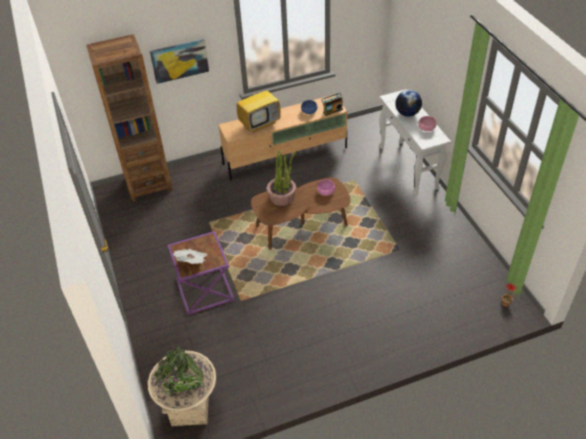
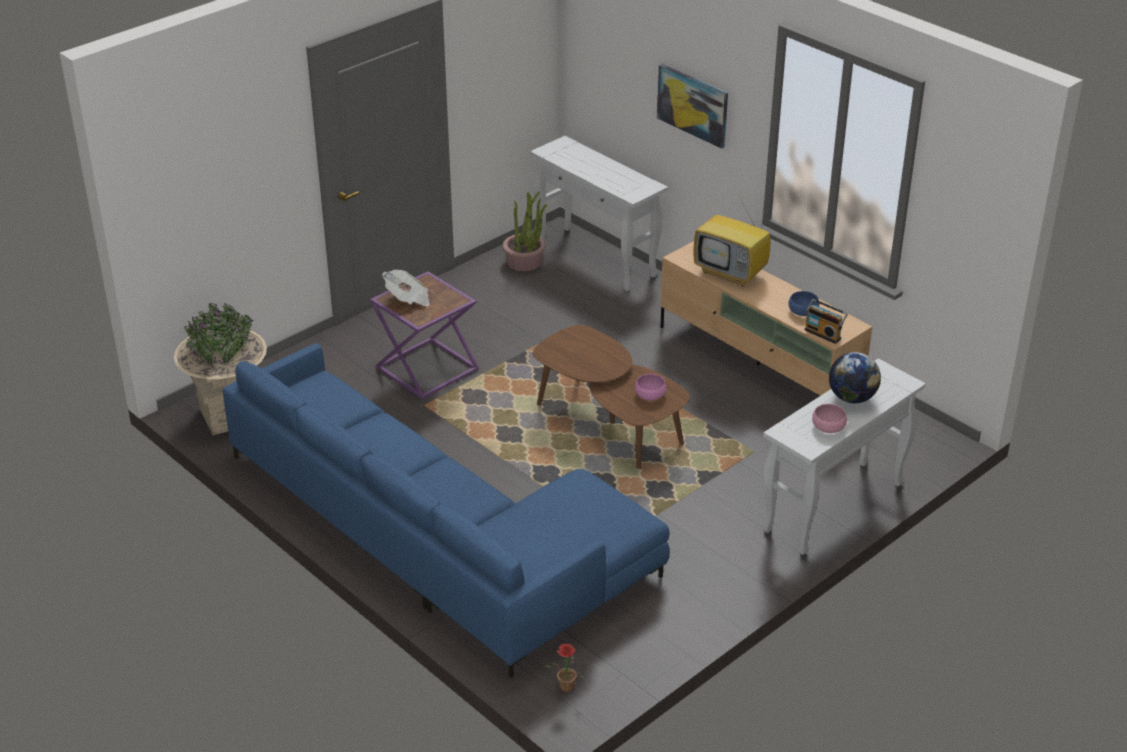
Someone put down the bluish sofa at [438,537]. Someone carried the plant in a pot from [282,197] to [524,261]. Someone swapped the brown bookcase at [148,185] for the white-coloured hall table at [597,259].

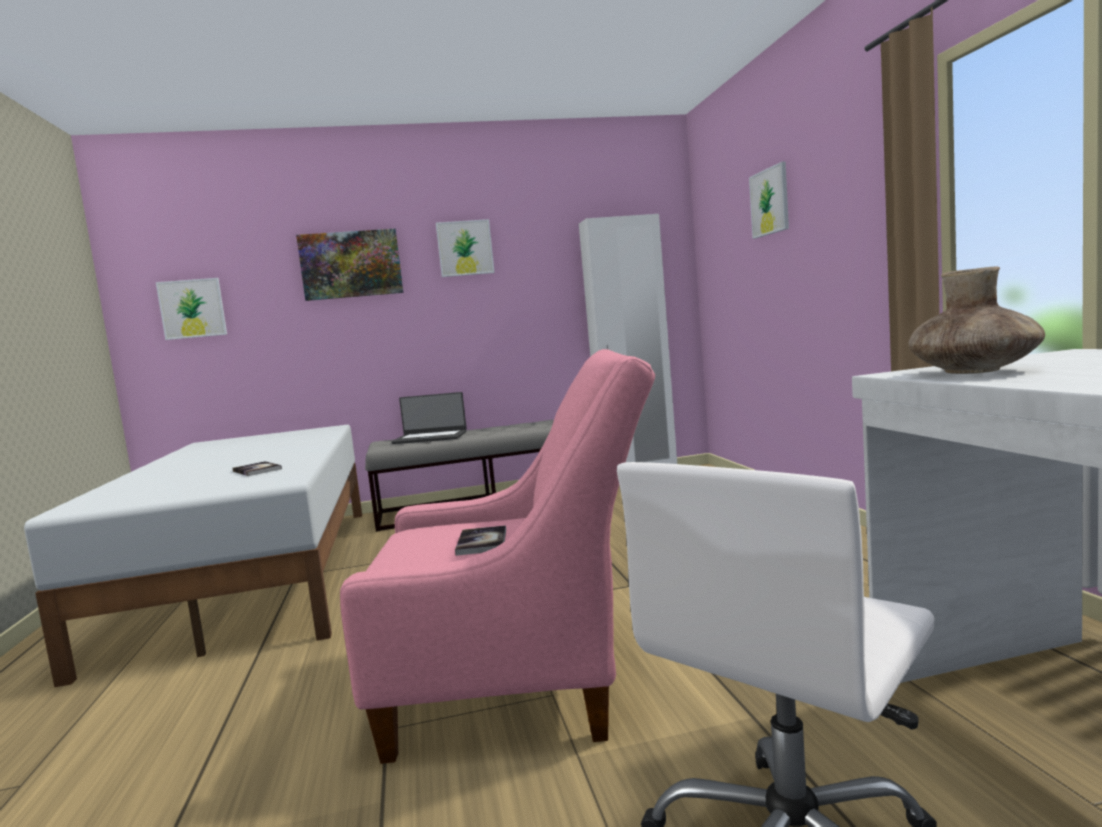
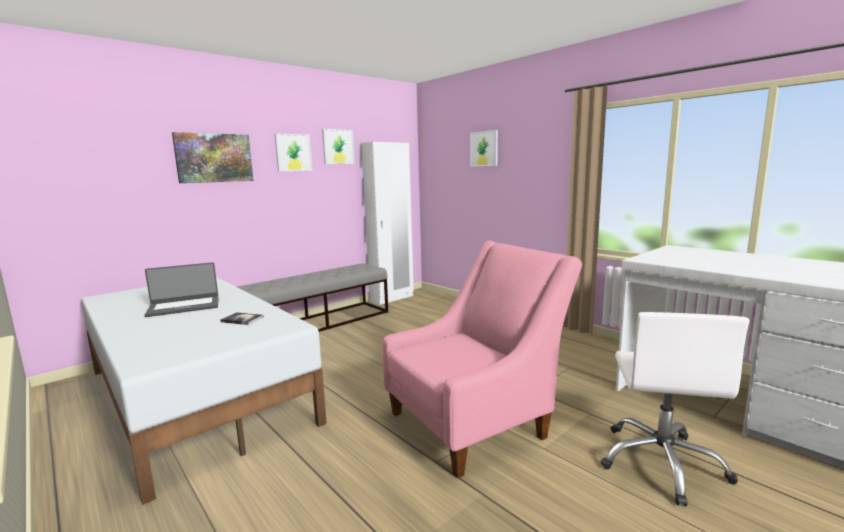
Someone carried the portable computer from [430,437] to [184,306]. Someone carried the picture from [192,308] to [338,146]. Someone took away the volume at [482,542]. Someone took away the brown flower vase at [974,372].

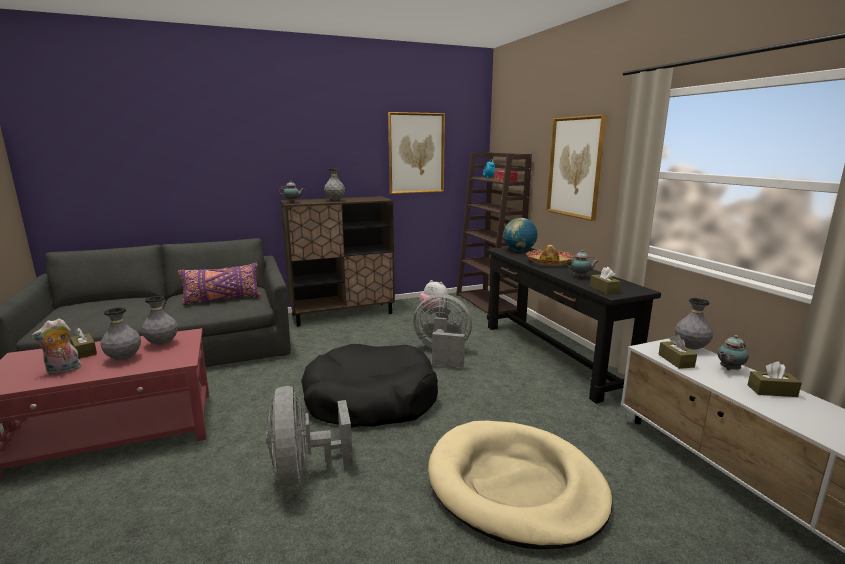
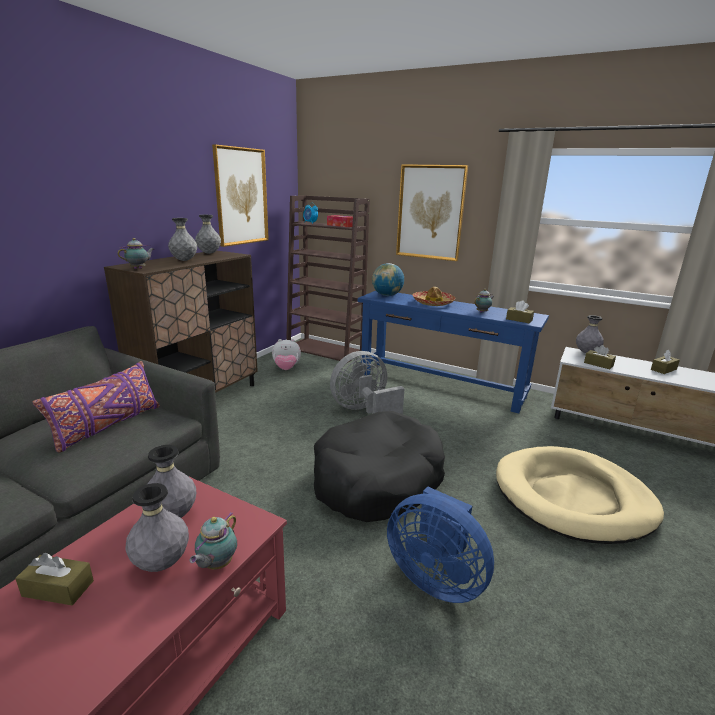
Someone carried the pot for tea from [728,369] to [216,565]. Someone put down the gray flower vase at [209,253]. Someone repainted the black hall table at [552,355], which became the bluish hall table at [440,385]. Someone repainted the gray fan at [304,471], which became the bluish fan at [435,578]. Someone took away the plush toy at [63,371].

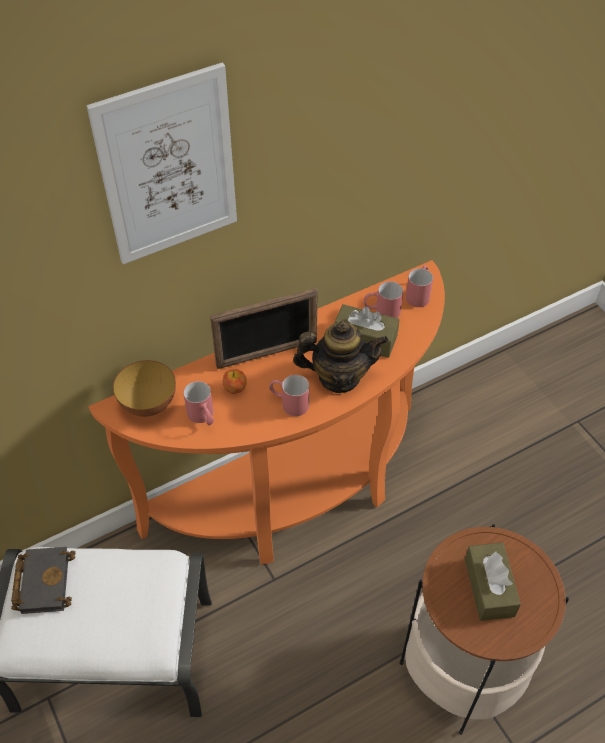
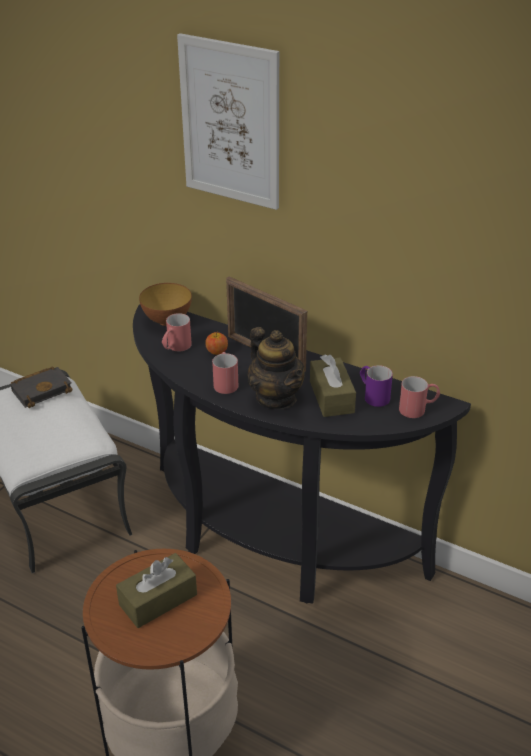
Someone repainted the orangey hall table at [298,495], which became the black hall table at [270,542]. Someone repainted the red tea mug at [381,312], which became the purple-coloured tea mug at [373,395].

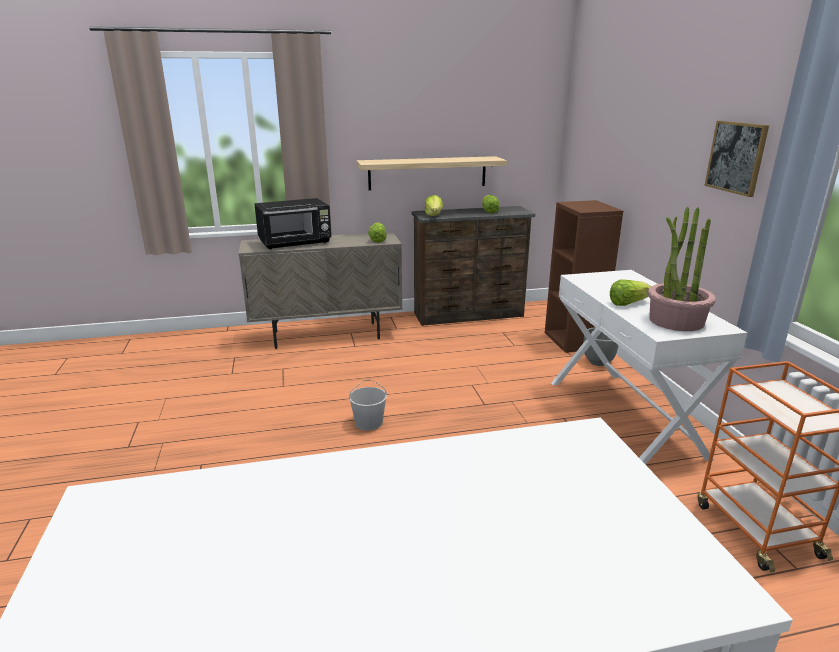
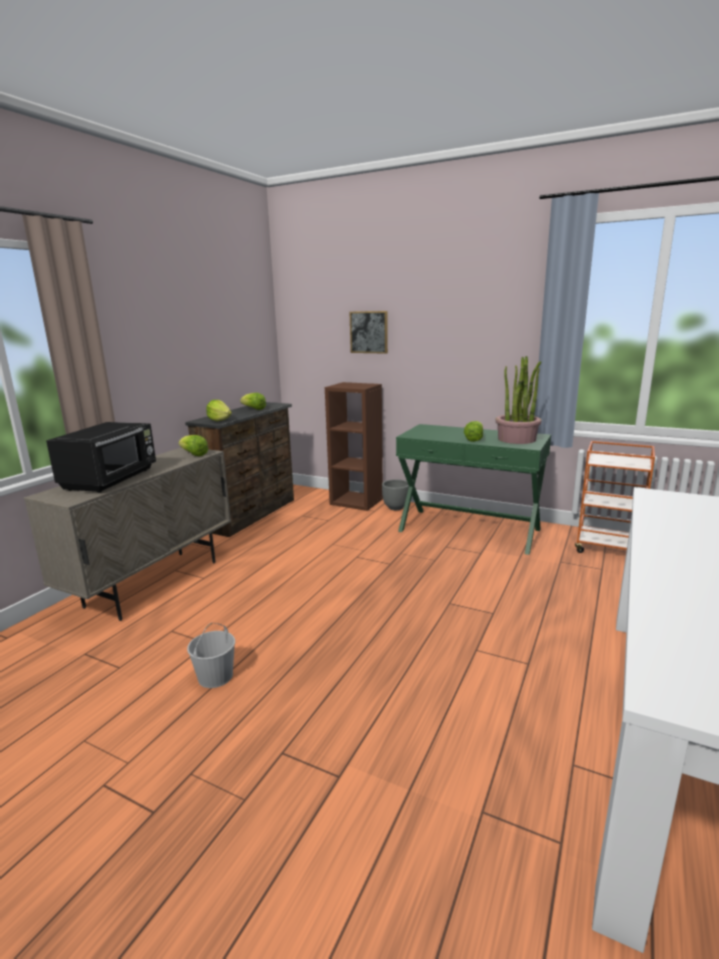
Someone carried the white-coloured pail from [369,422] to [215,676]. Someone carried the picture from [736,157] to [369,332]. Someone repainted the white-coloured hall table at [624,417], which became the greenish hall table at [469,530]. Someone took away the bracket shelf at [427,173].

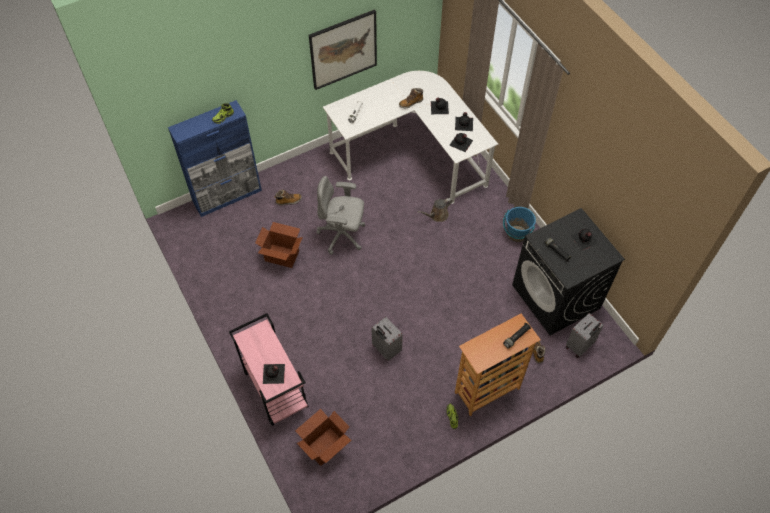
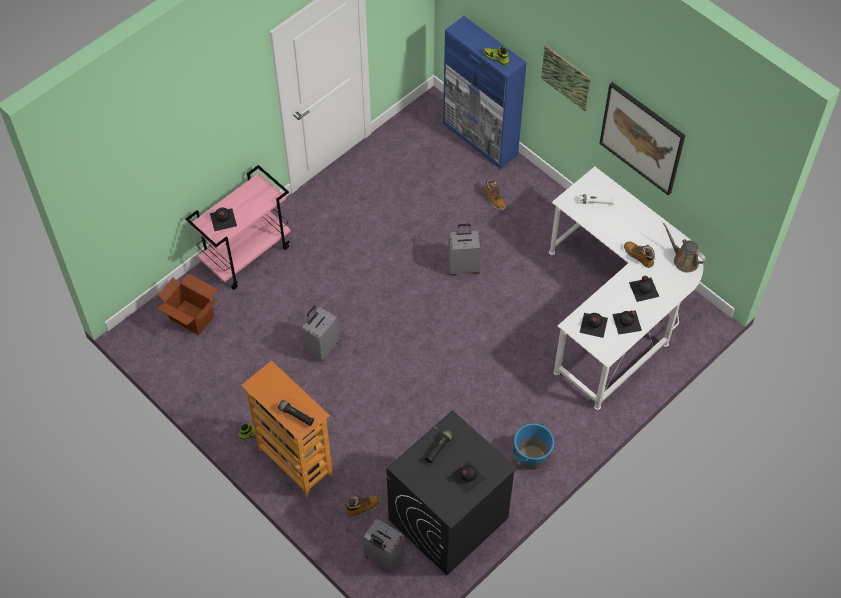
Someone swapped the gray office chair at [342,235] for the gray suitcase at [464,266]. Someone put up the picture at [566,78]. Someone carried the brown sprinkling can from [437,215] to [683,260]. Someone took away the cardboard box at [282,255].

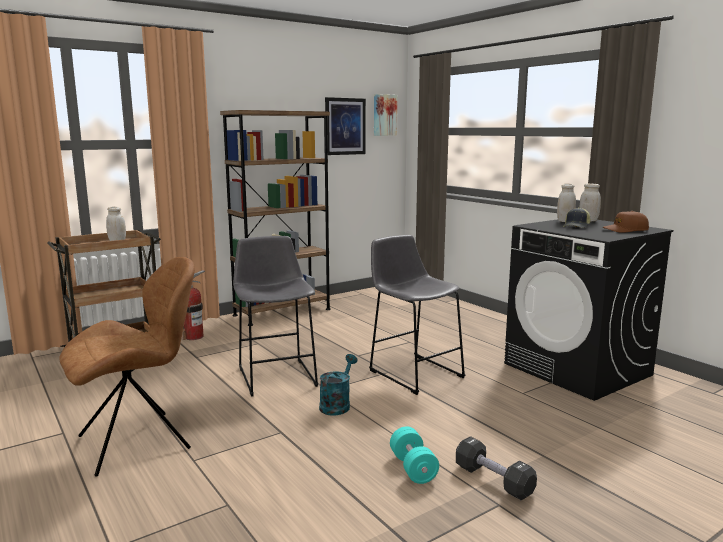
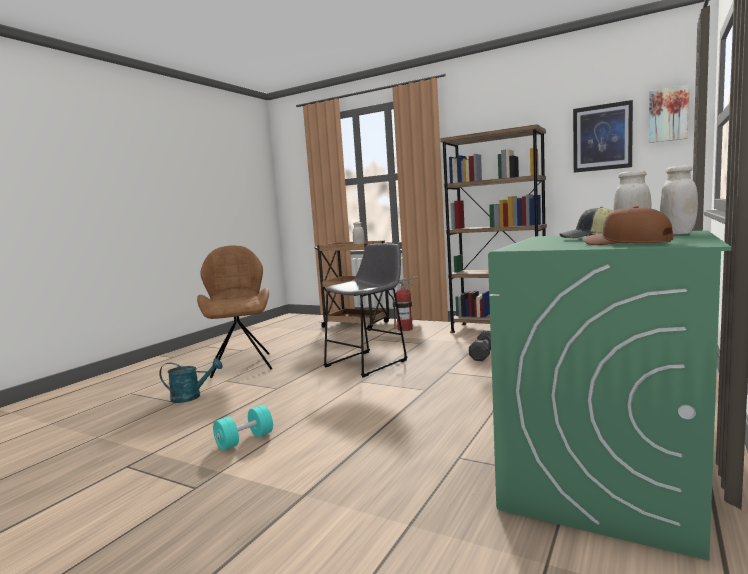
Someone carried the turquoise sprinkling can from [337,404] to [191,397]. Someone rotated the brown upright chair at [138,441] by 135 degrees counterclockwise. Someone carried the black dumbbell from [493,480] to [483,354]. Someone repainted the black laundry appliance at [578,369], which became the greenish laundry appliance at [602,482]. Someone took away the gray sitting stool at [413,372].

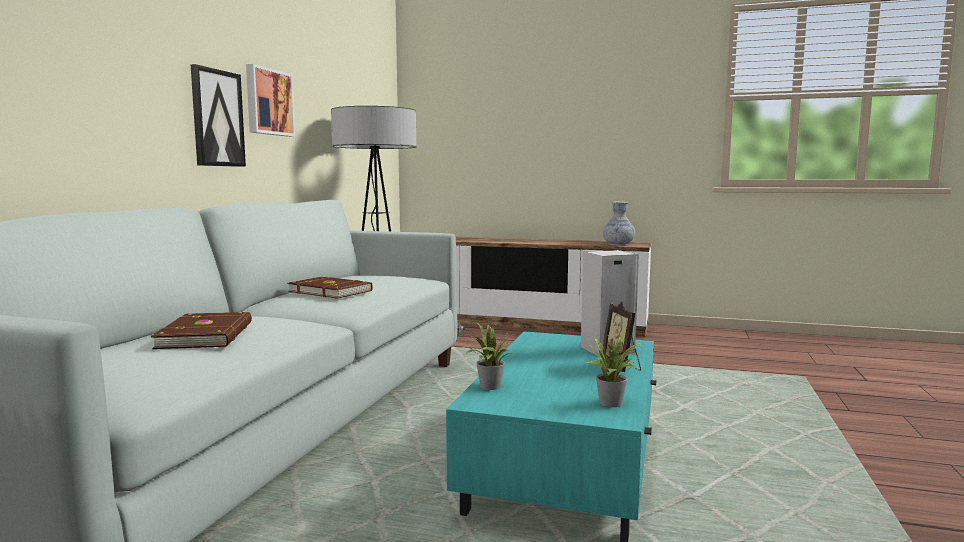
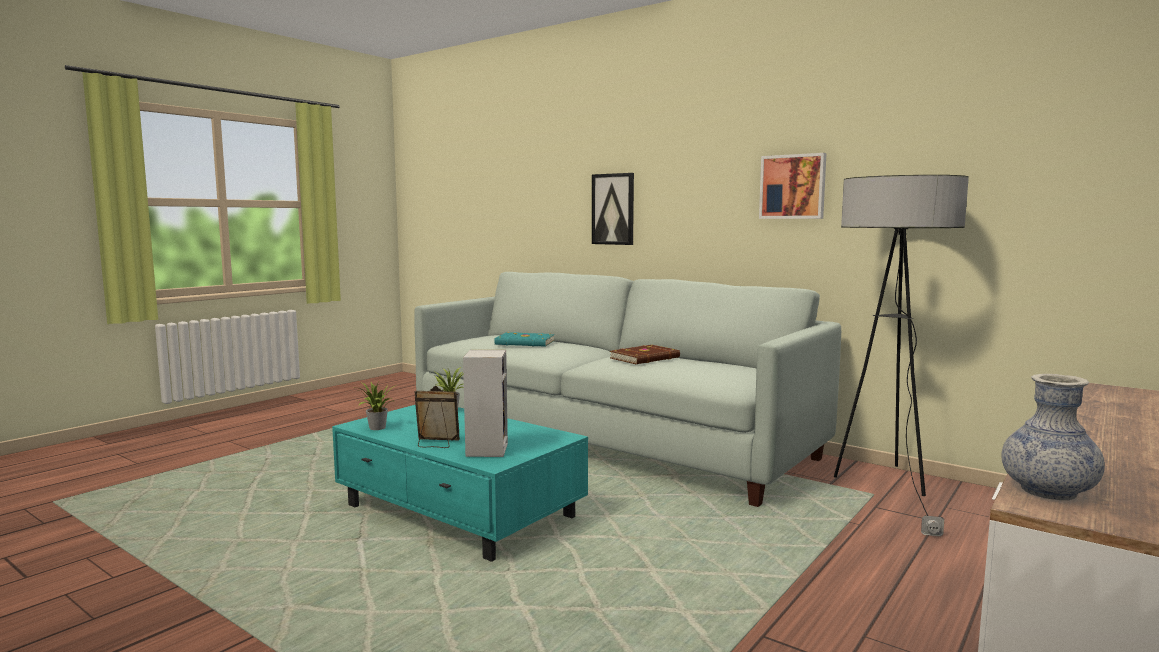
Someone repainted the brown volume at [208,335], which became the turquoise volume at [525,343]. Someone carried the picture from [217,118] to [613,209].

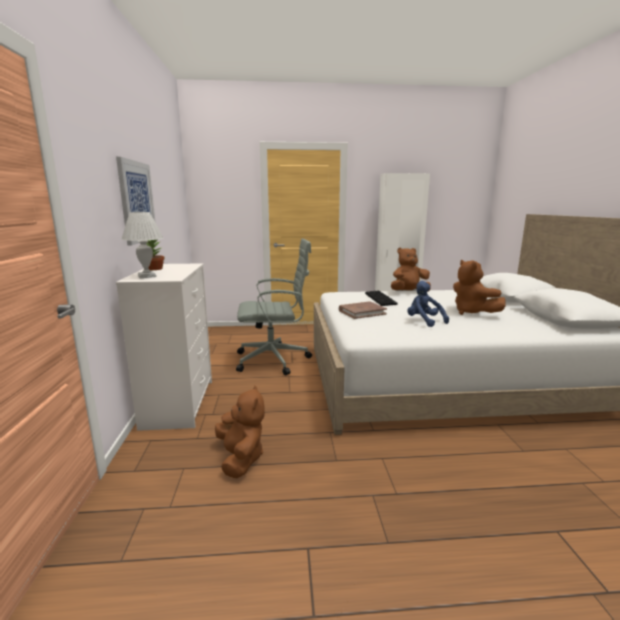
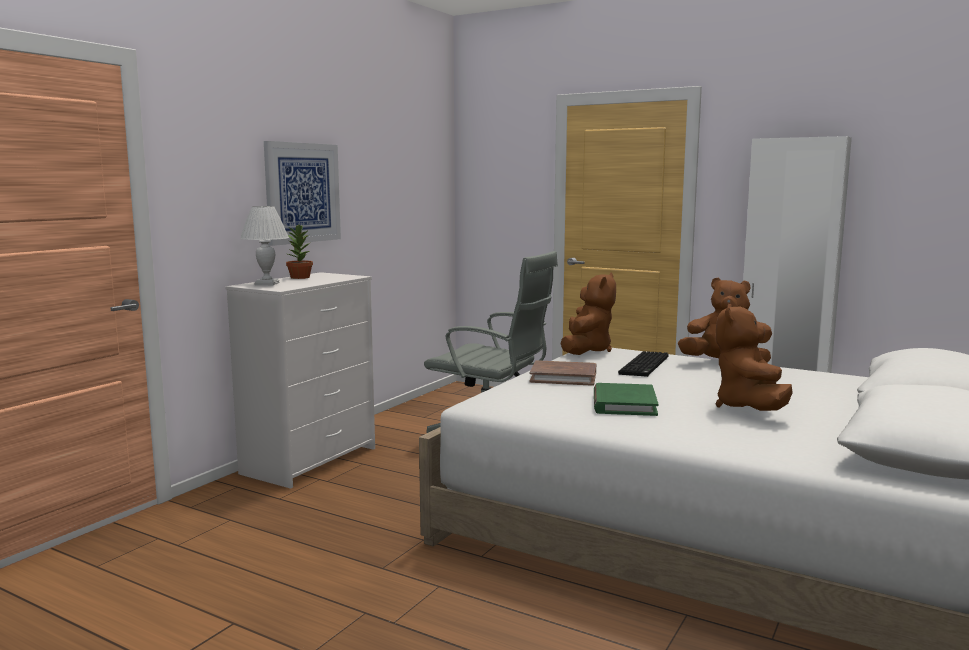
Someone carried the brown plush toy from [240,458] to [586,350]. Someone swapped the bluish plush toy at [424,321] for the greenish volume at [624,404].

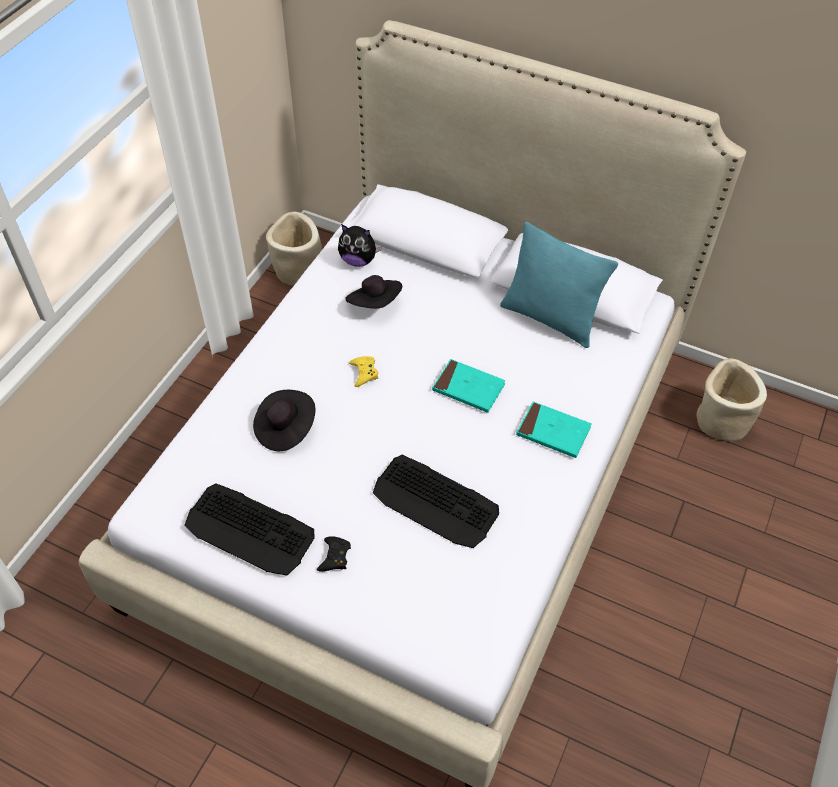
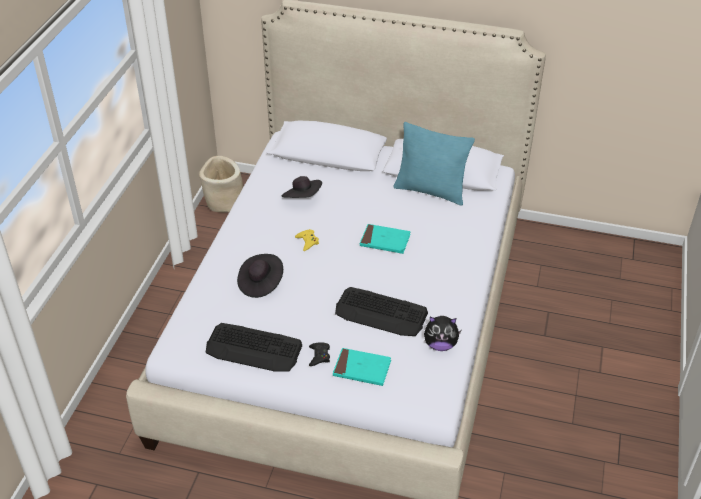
Someone carried the turquoise volume from [553,432] to [362,369]. Someone carried the plush toy from [358,260] to [440,345]. Someone took away the beige-coloured plant pot at [721,420].

